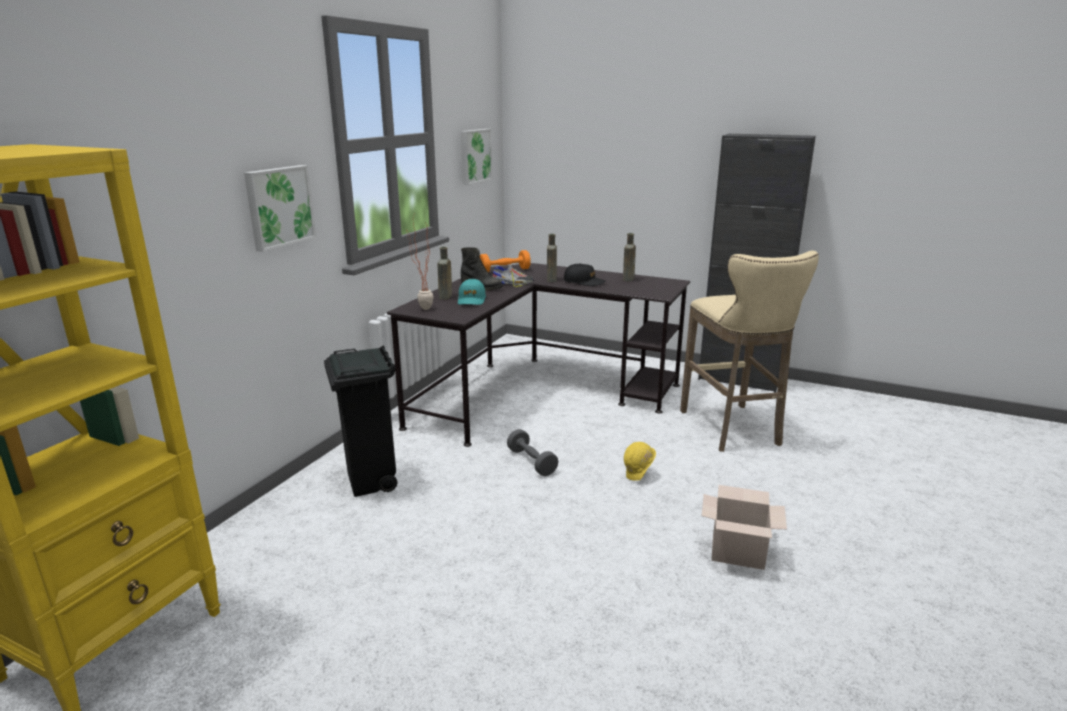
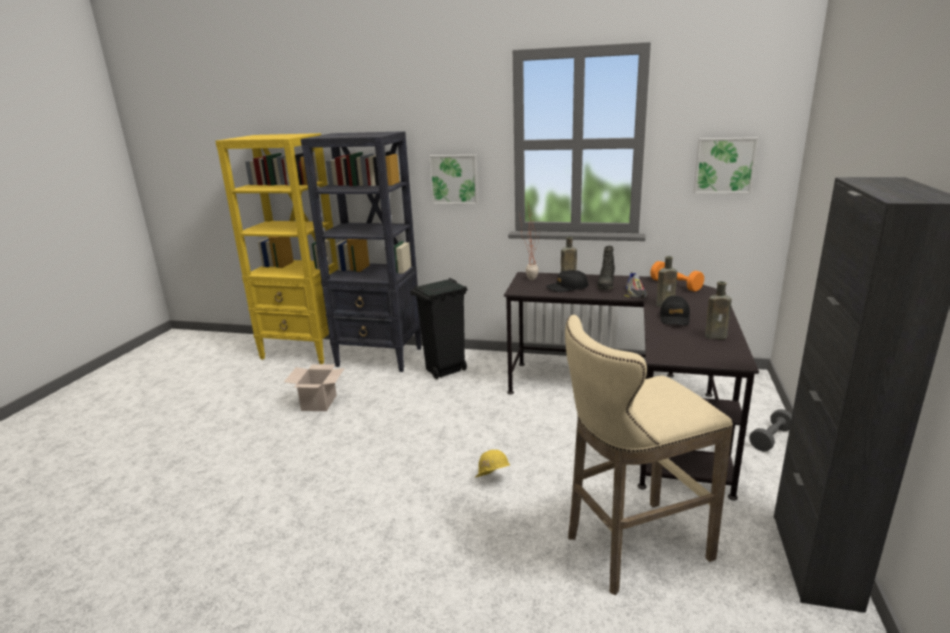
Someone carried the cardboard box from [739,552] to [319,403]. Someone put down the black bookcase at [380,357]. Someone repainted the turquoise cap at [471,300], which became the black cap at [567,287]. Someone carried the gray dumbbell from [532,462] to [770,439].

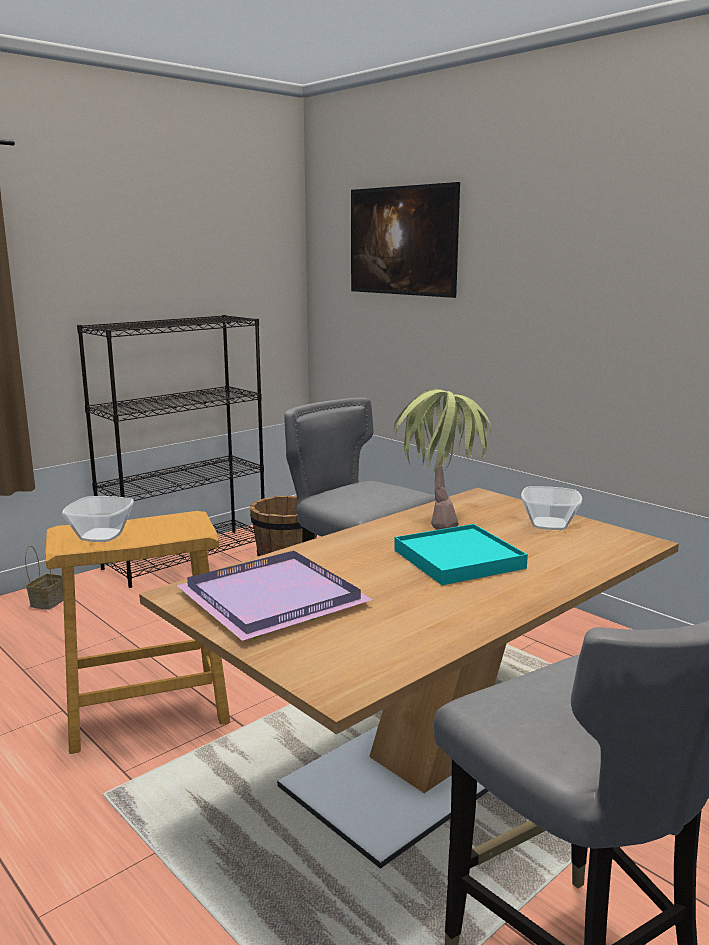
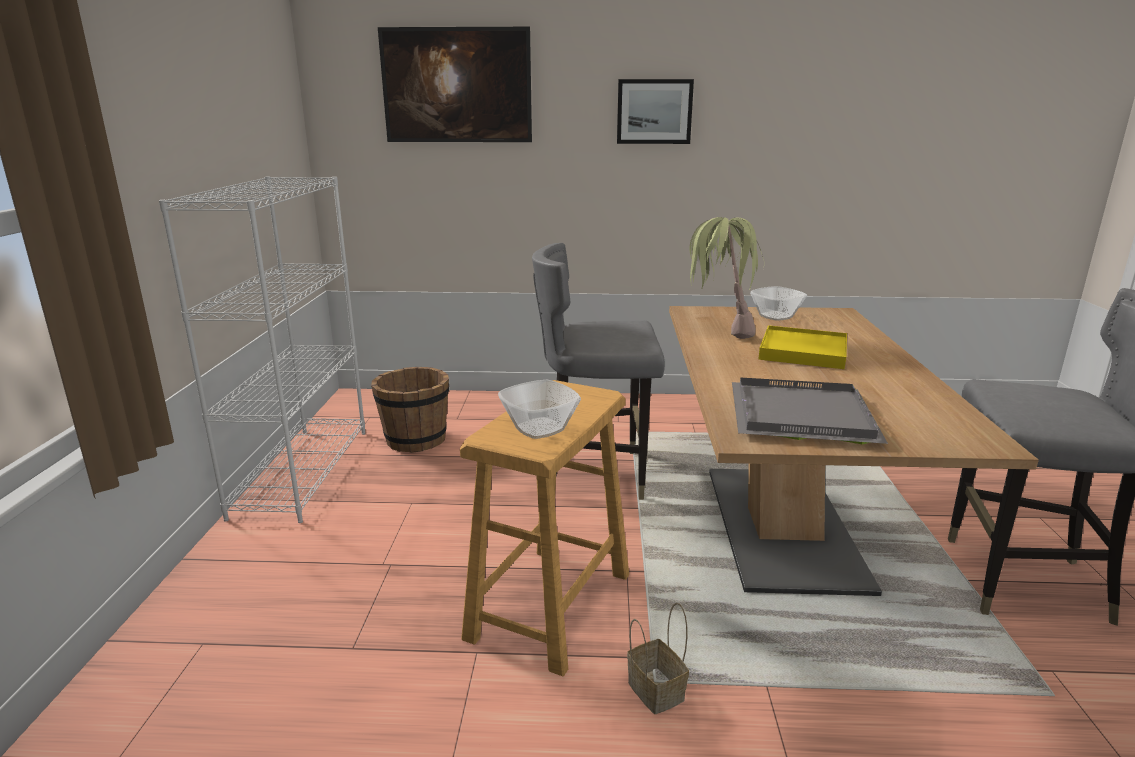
Someone repainted the black bookcase at [187,556], which became the white-coloured bookcase at [302,471]. Someone put up the picture at [654,111]. Someone carried the storage basket from [48,601] to [653,690]. Someone repainted the purple-coloured carrying tray at [273,597], which became the gray carrying tray at [798,414]. Someone repainted the turquoise carrying tray at [459,559], which became the yellow carrying tray at [803,351].

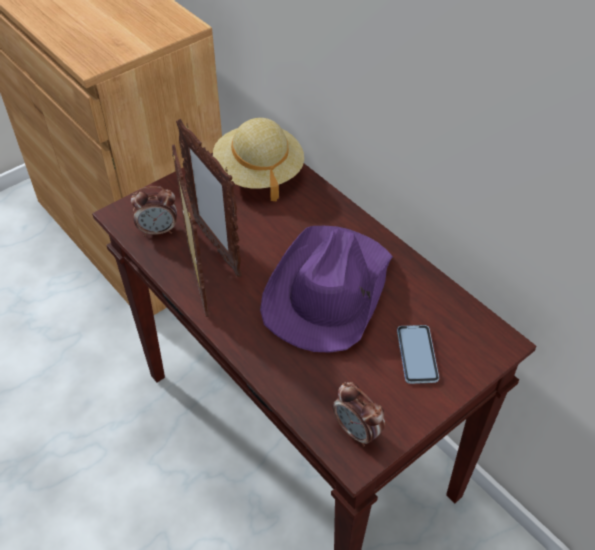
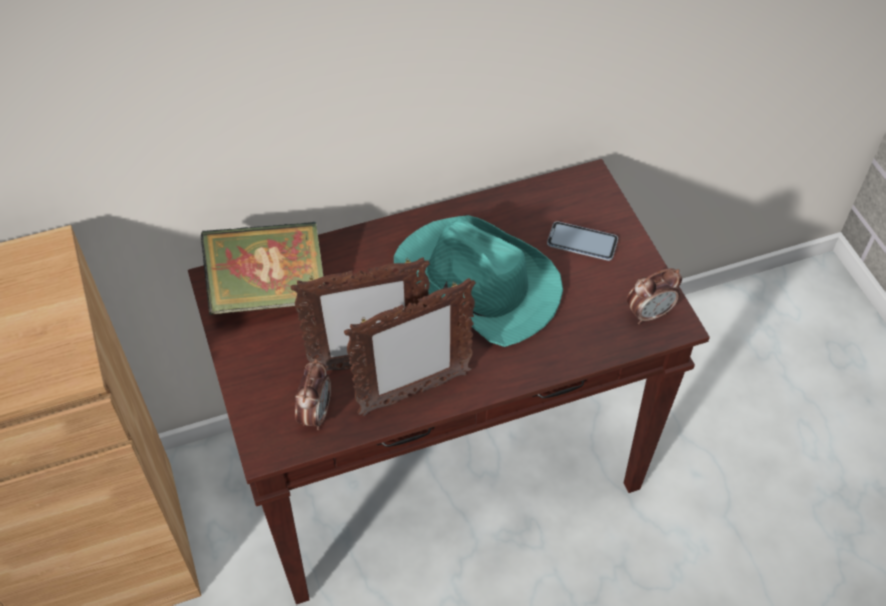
Someone swapped the beige-coloured hat at [259,173] for the volume at [269,292]. Someone rotated the standing frame at [197,281] by 150 degrees clockwise. Someone repainted the purple-coloured hat at [328,291], which became the turquoise hat at [477,283].

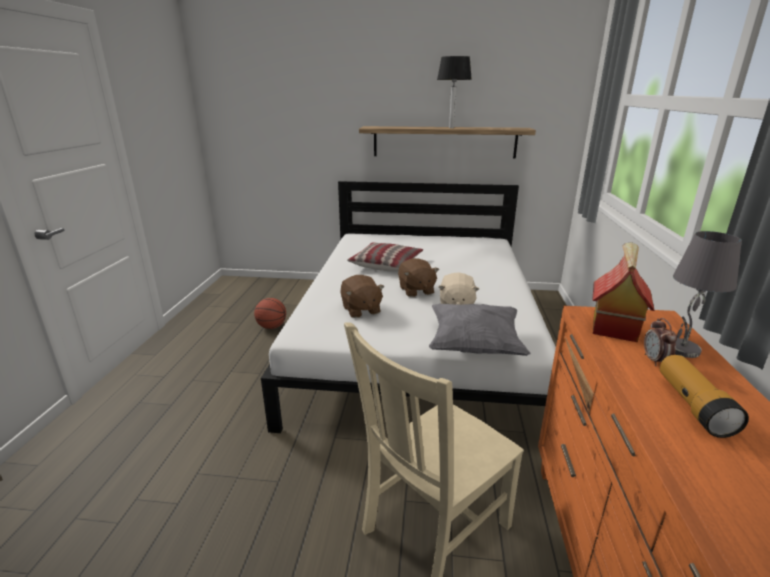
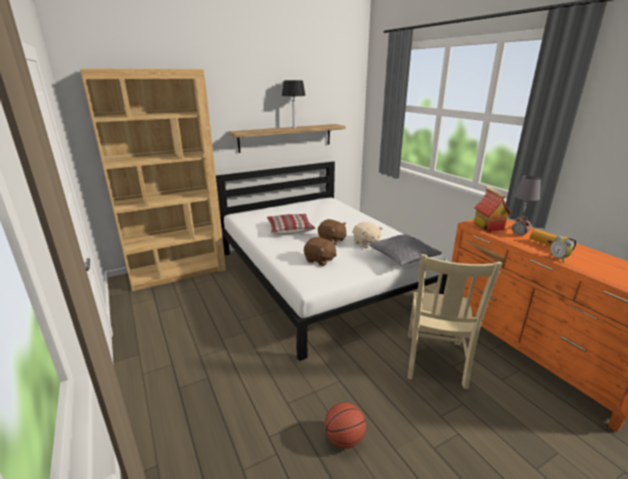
Someone put down the brown bookcase at [178,272]. Someone carried the basketball ball from [272,326] to [344,439]. Someone put down the table clock at [558,258].

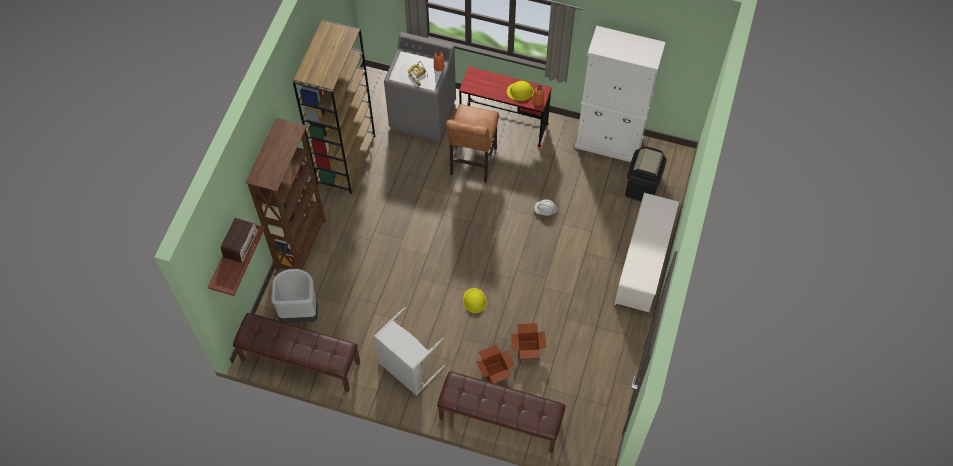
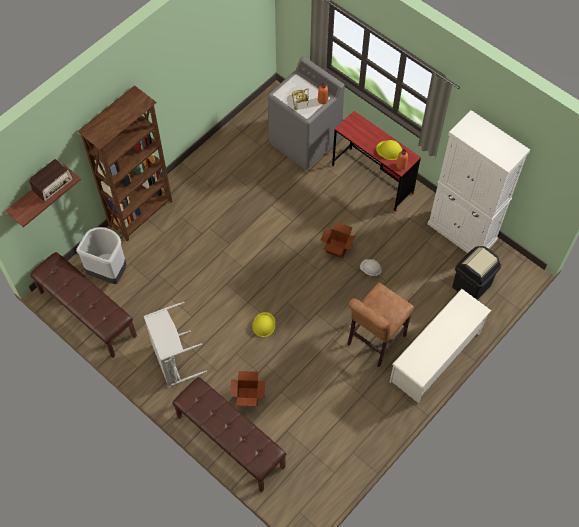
Someone carried the cardboard box from [527,349] to [337,248]. Someone carried the brown sitting stool from [472,164] to [374,342]. Someone took away the brown bookcase at [346,159].

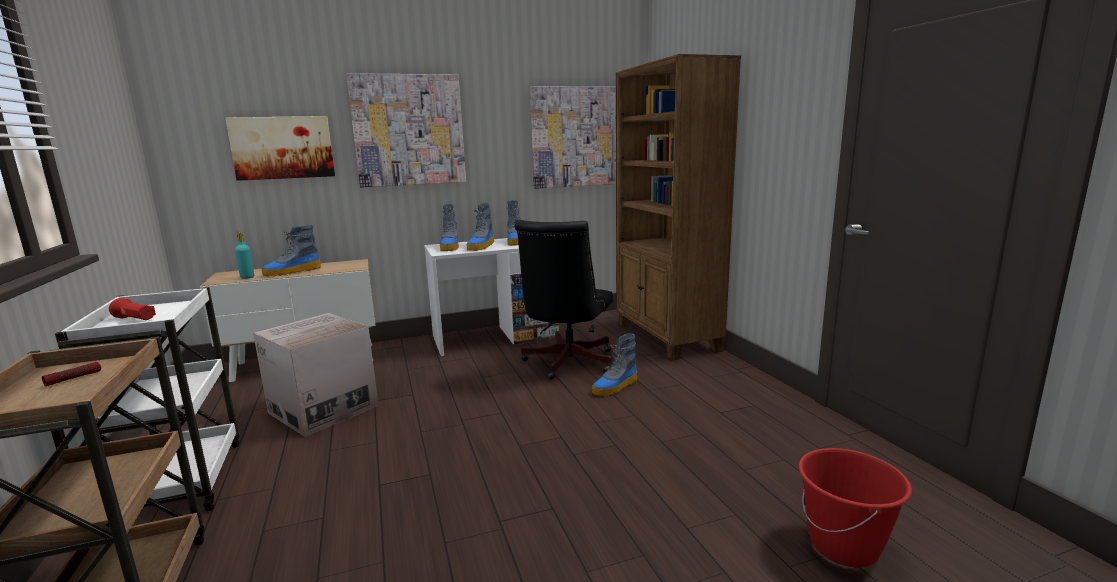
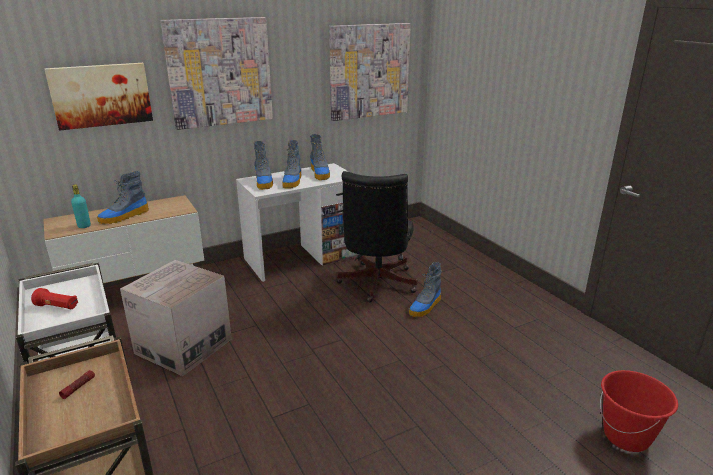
Someone took away the brown bookcase at [666,337].

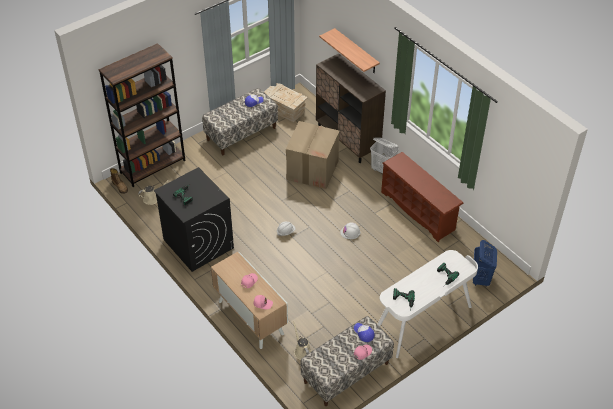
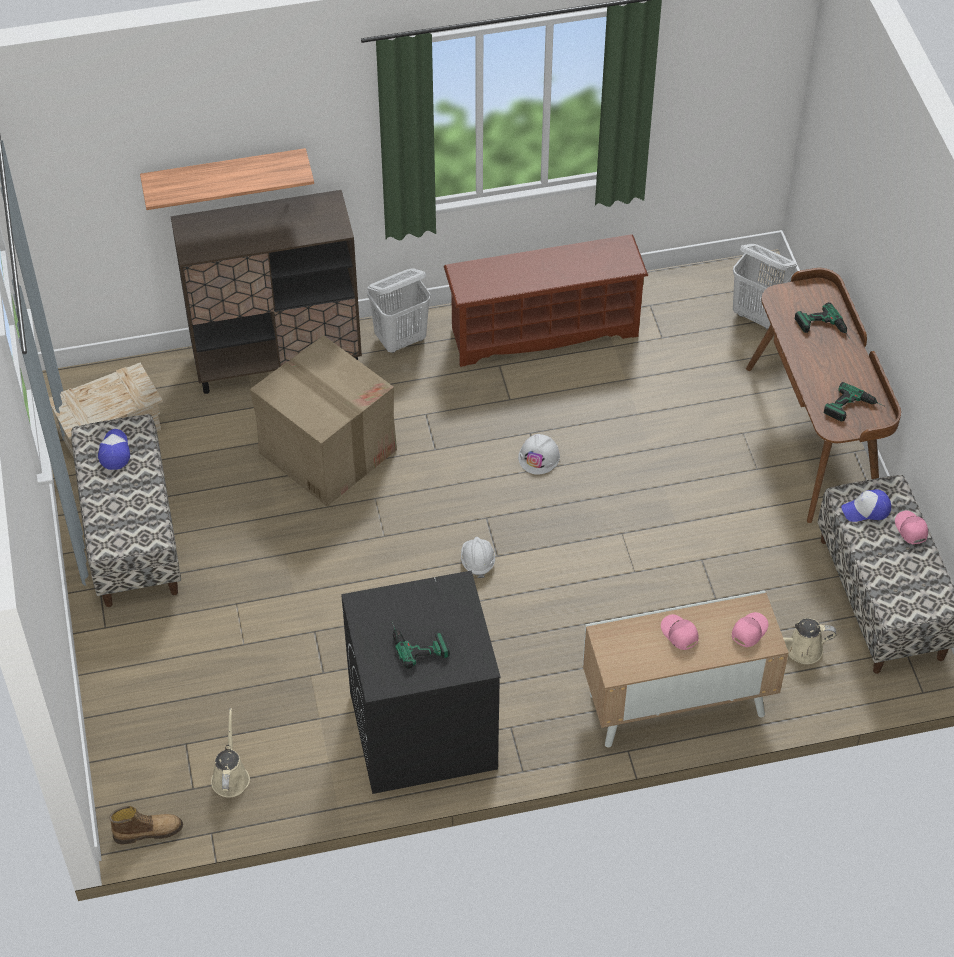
Someone repainted the bluish laundry basket at [481,279], which became the white-coloured laundry basket at [758,315]. Someone repainted the white-coloured desk unit at [423,321], which became the brown desk unit at [813,436]. Someone took away the brown bookcase at [153,166].

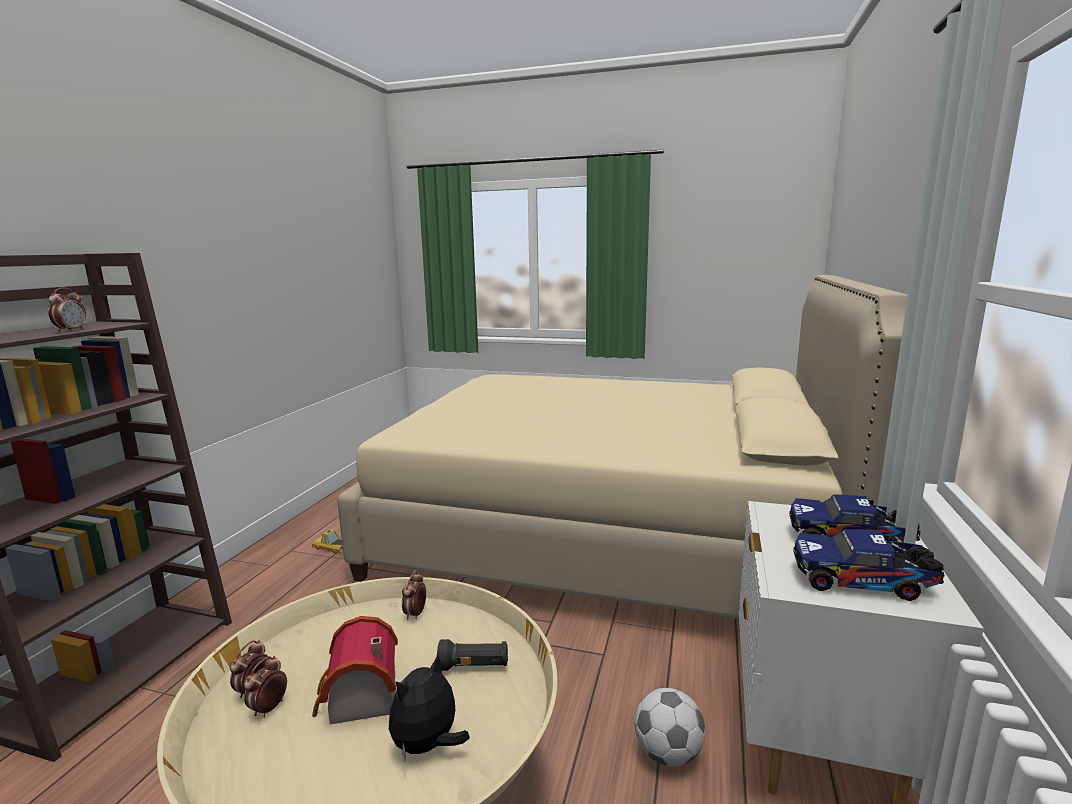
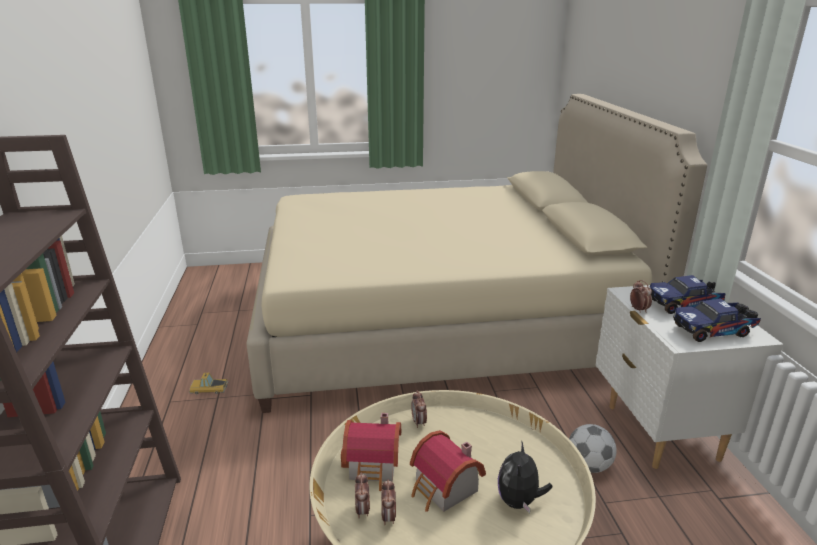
Someone put down the toy house at [374,468]. Someone carried the table clock from [71,330] to [638,309]. Someone took away the black flashlight at [474,666].

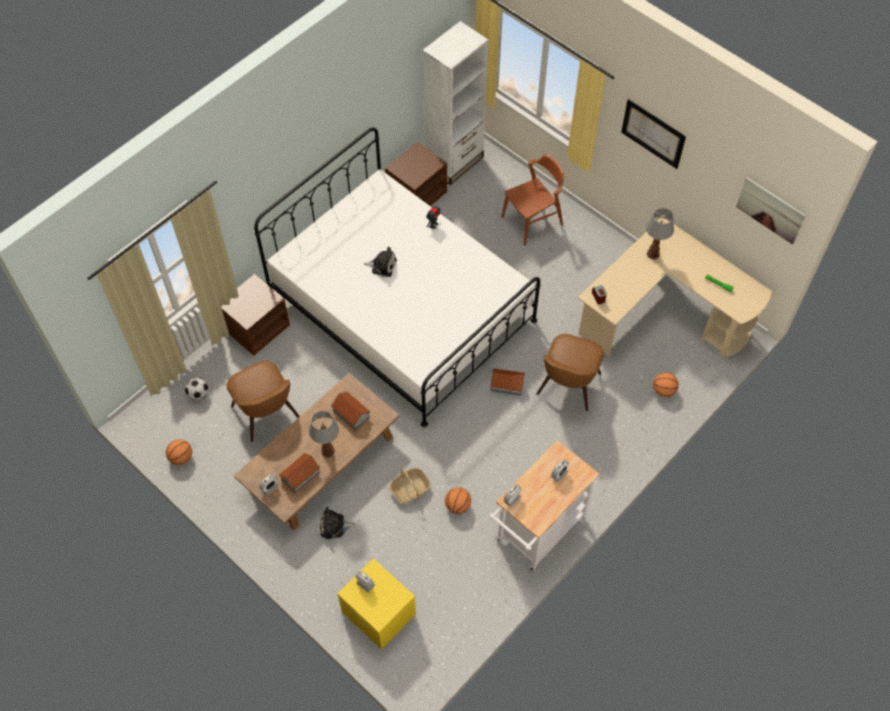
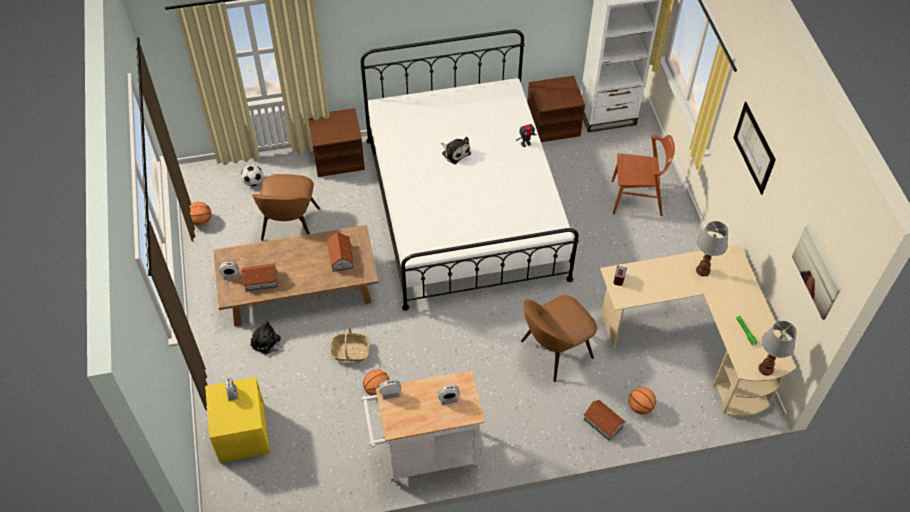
Someone carried the toy house from [507,385] to [603,423]. Someone carried the tabletop lamp from [327,450] to [765,368].

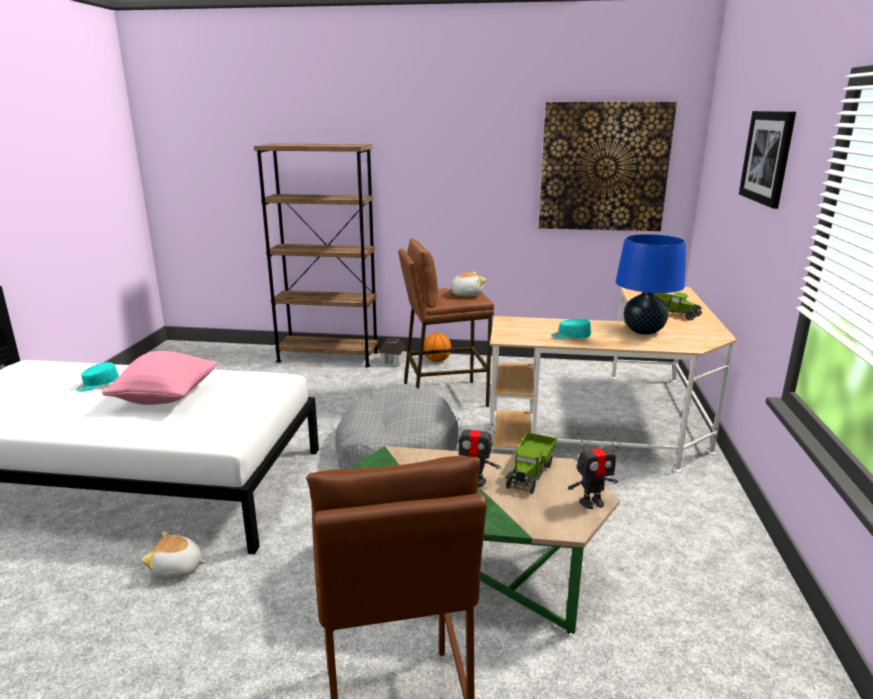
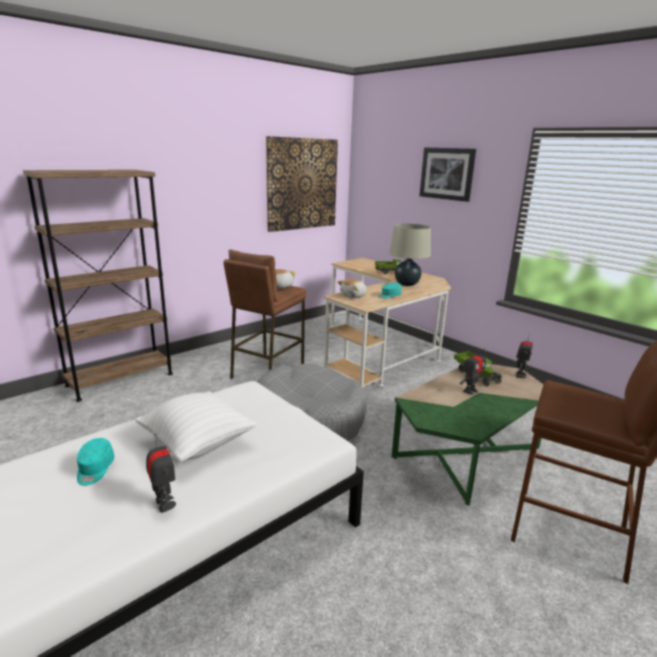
Someone repainted the pinkish pillow at [166,398], which became the white-coloured pillow at [198,443]. Someone put down the model robot at [164,503]. Someone carried the plush toy from [177,569] to [354,296]. Someone repainted the bluish tabletop lamp at [643,331], which became the beige-coloured tabletop lamp at [407,284]. Someone took away the toy house at [392,362]. Someone took away the basketball ball at [436,361].

